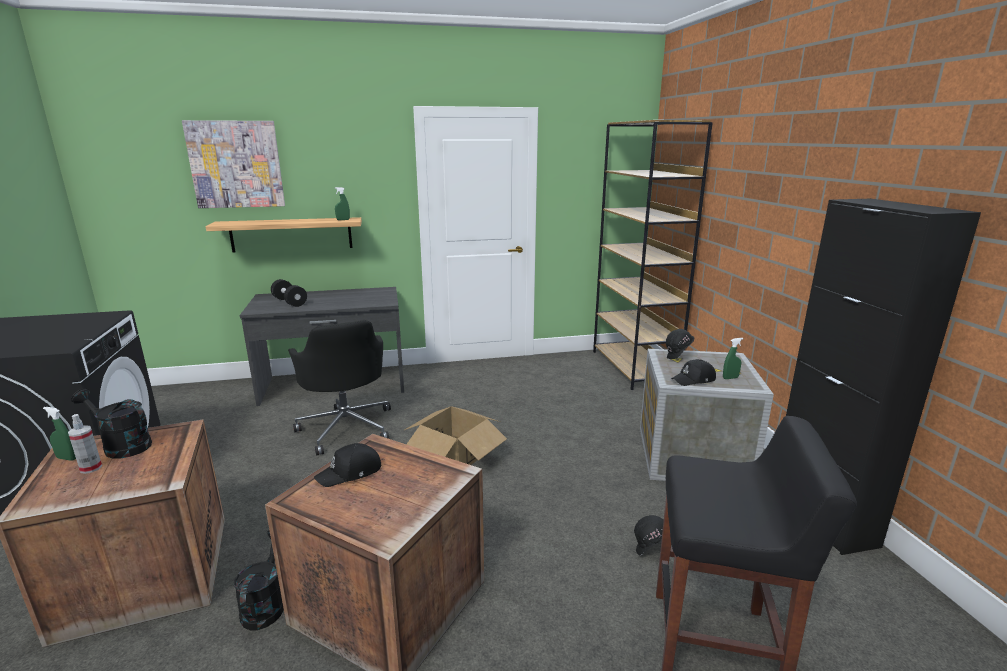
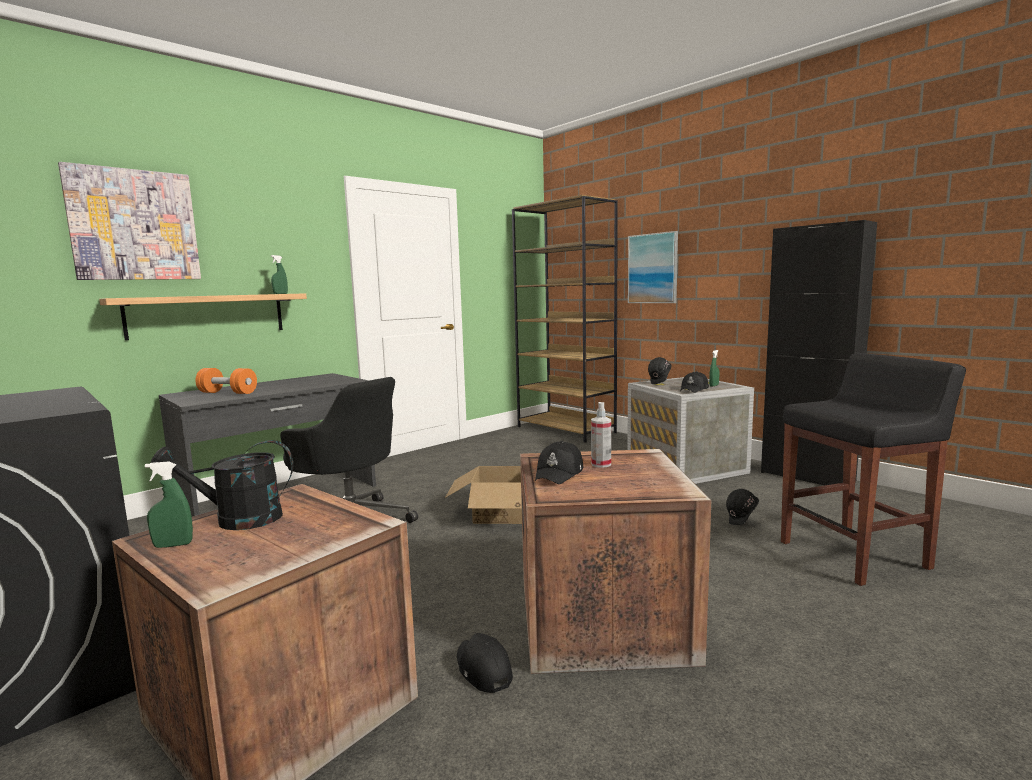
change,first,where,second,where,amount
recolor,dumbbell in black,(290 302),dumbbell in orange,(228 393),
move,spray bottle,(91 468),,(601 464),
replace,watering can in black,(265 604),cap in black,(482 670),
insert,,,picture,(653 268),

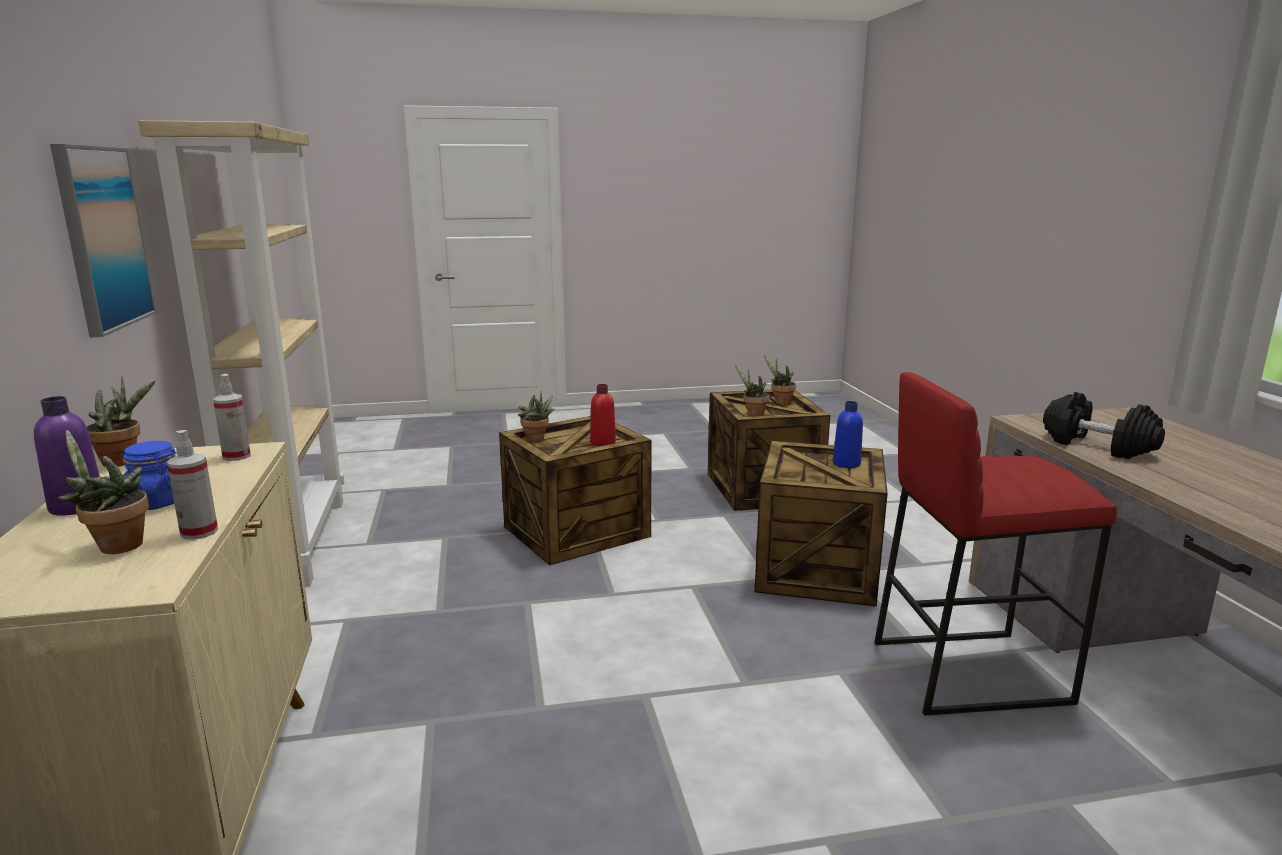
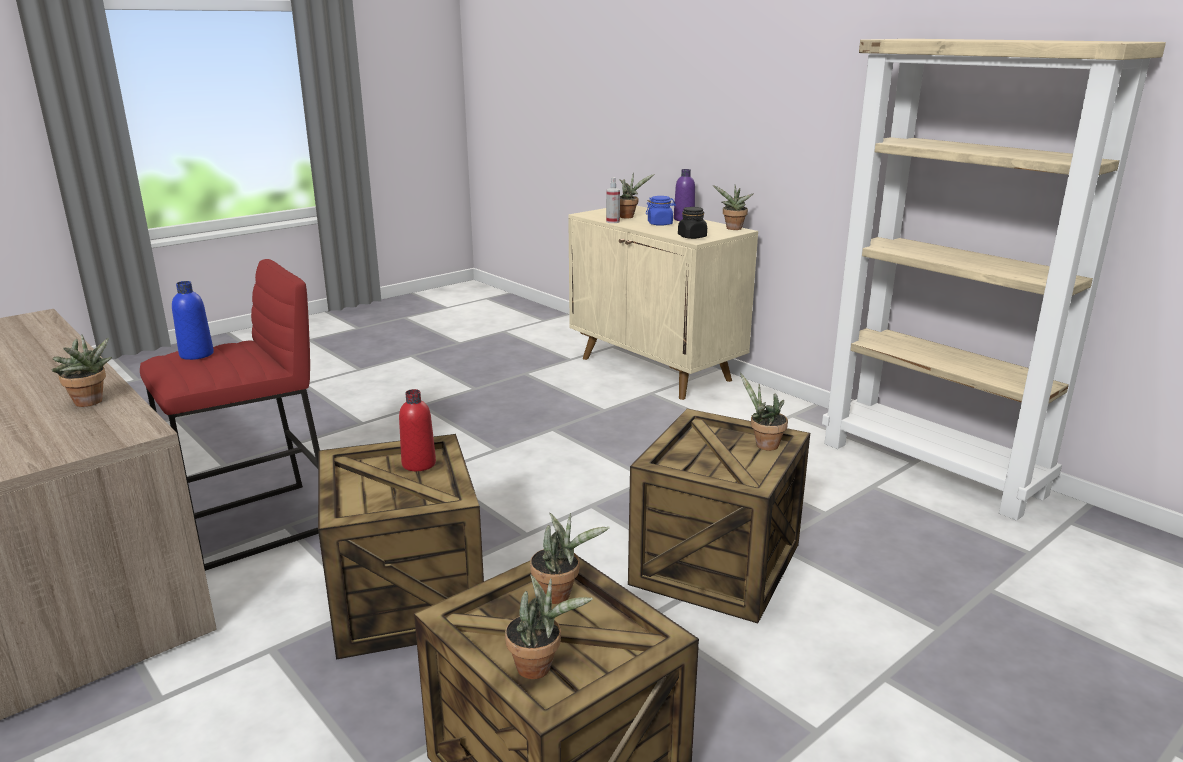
change,first,where,second,where,amount
delete,picture,(103 238),,,
replace,spray bottle,(236 456),jar in black,(692 237),
move,bottle in red,(603 442),,(419 464),
replace,dumbbell in black,(1097 446),potted plant,(90 403),
move,bottle in blue,(846 464),,(196 354),

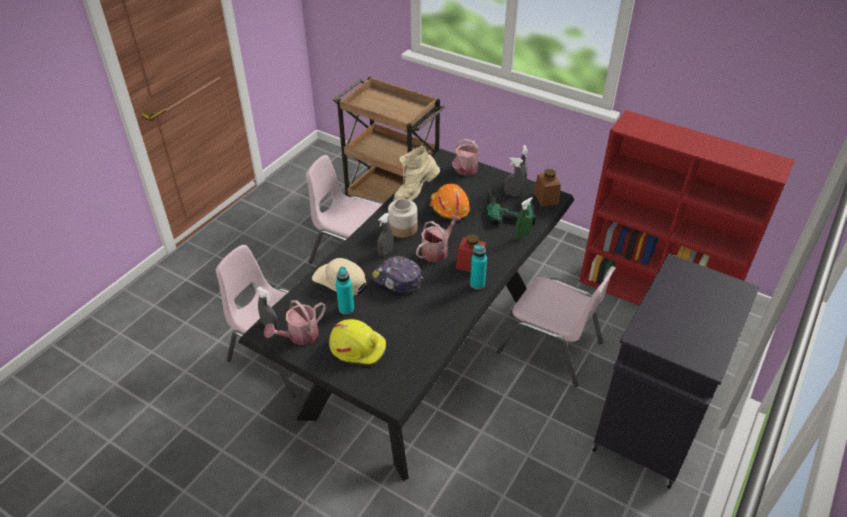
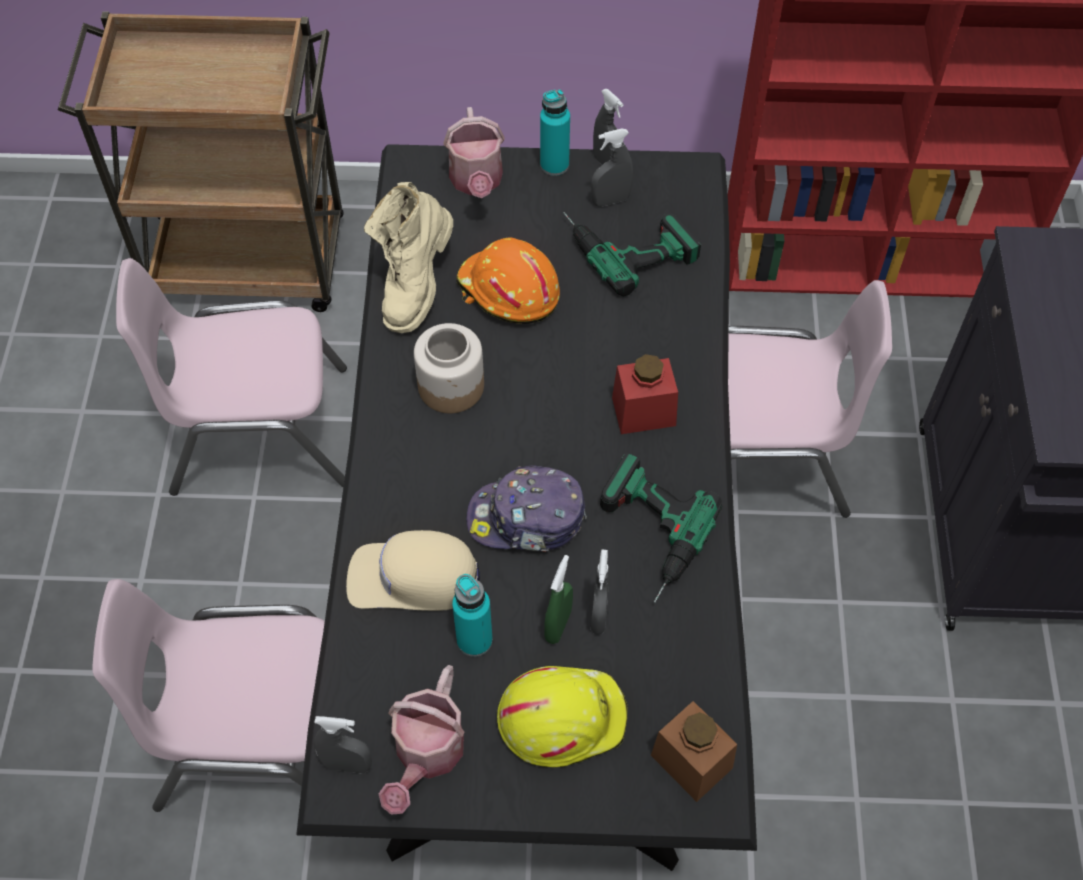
change,first,where,second,where,amount
move,jar in brown,(546 198),,(691 761),
move,spray bottle in green,(522 236),,(558 625),
move,spray bottle in grey,(385 251),,(599 615),
delete,watering can,(437 250),,,
move,bottle in turquoise,(477 284),,(554 165),
insert,,,power drill,(645 536),

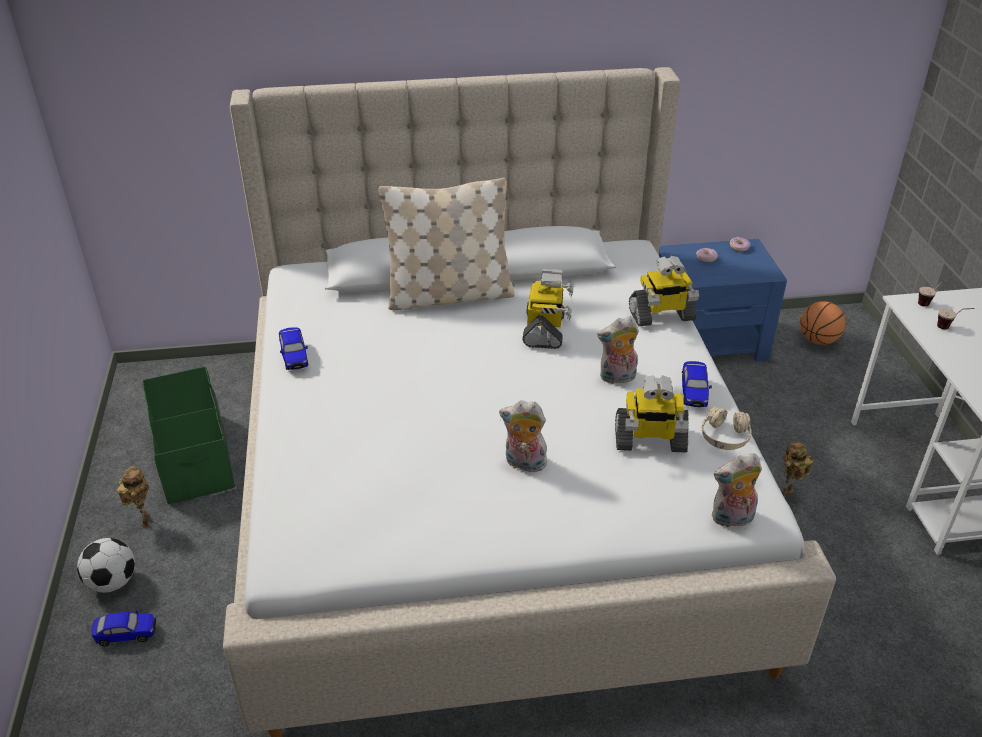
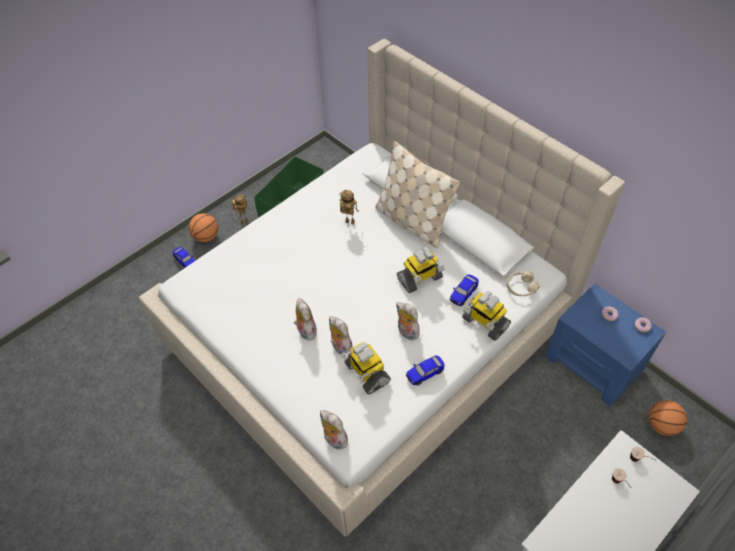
change,first,where,second,where,amount
move,toy car,(294 357),,(463 294),
move,headphones in beige,(724 437),,(521 287),
move,toy robot,(787 495),,(349 222),
replace,football,(112 582),basketball,(206 237),
insert,,,plush toy,(340 347),

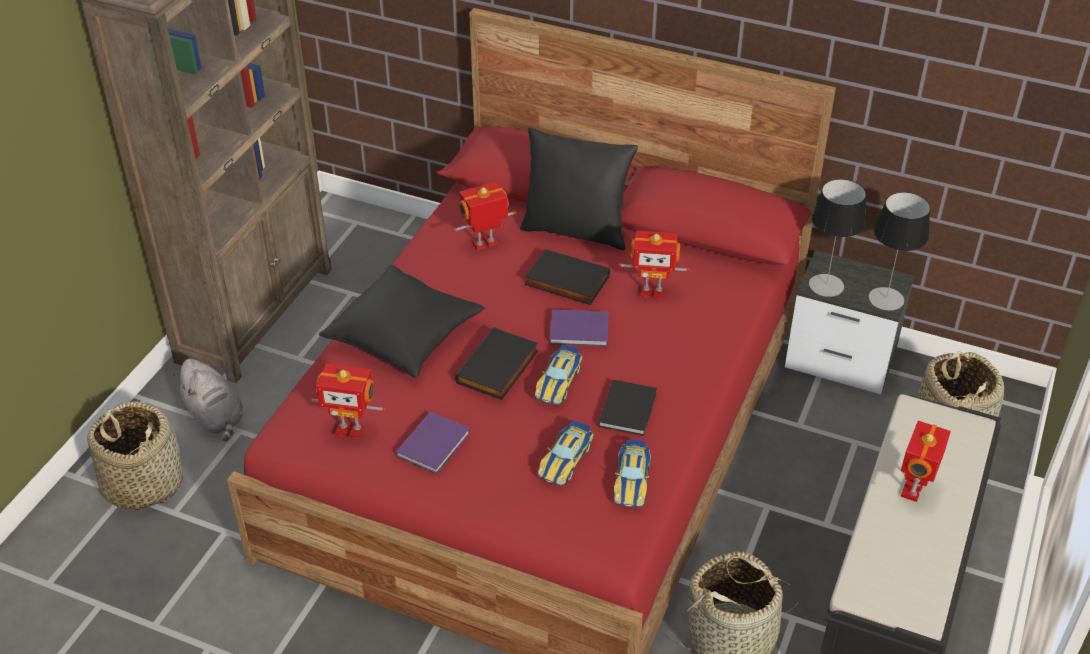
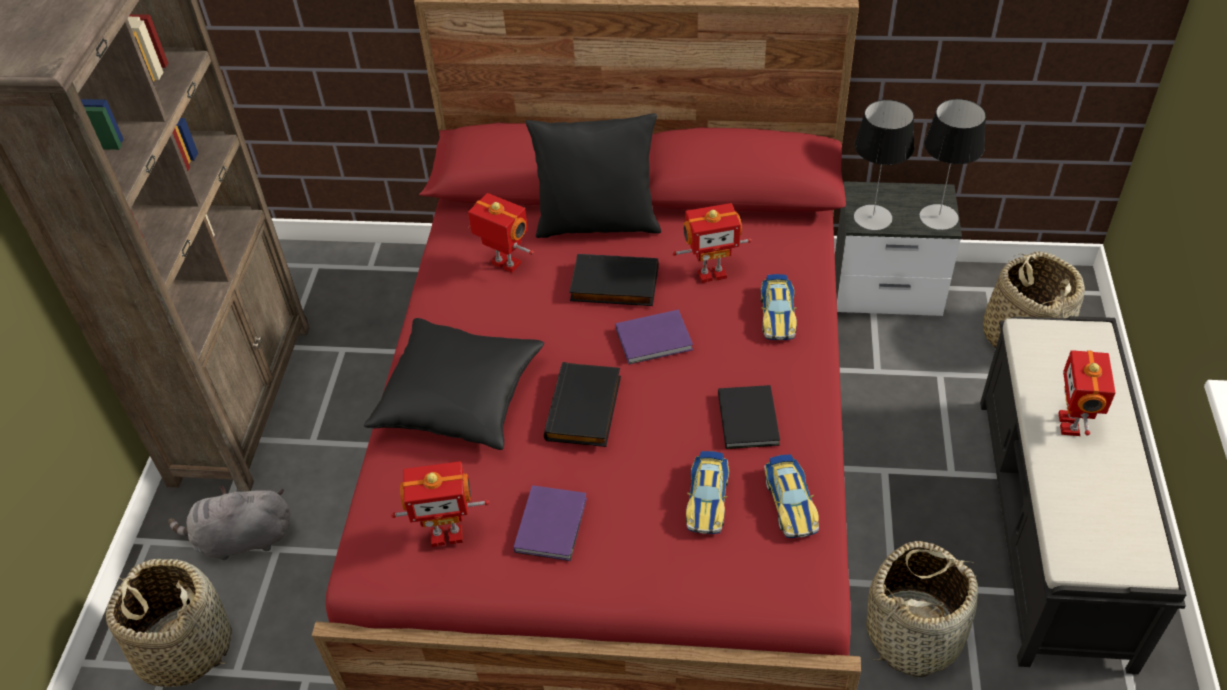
change,first,where,second,where,amount
rotate,toy robot,(485 244),,(505 264),75 degrees clockwise
move,toy car,(558 381),,(777 314),
rotate,plush toy in grey,(215 417),,(241 539),135 degrees clockwise

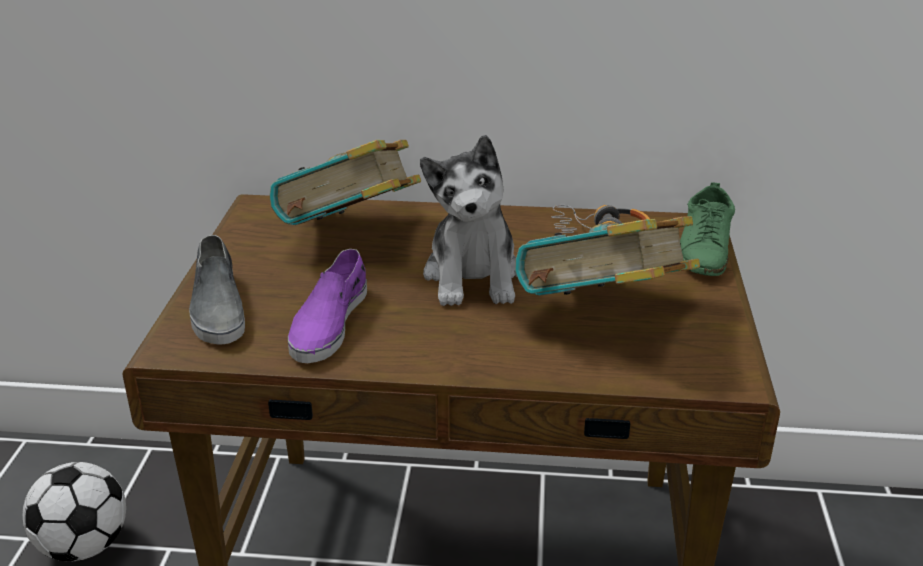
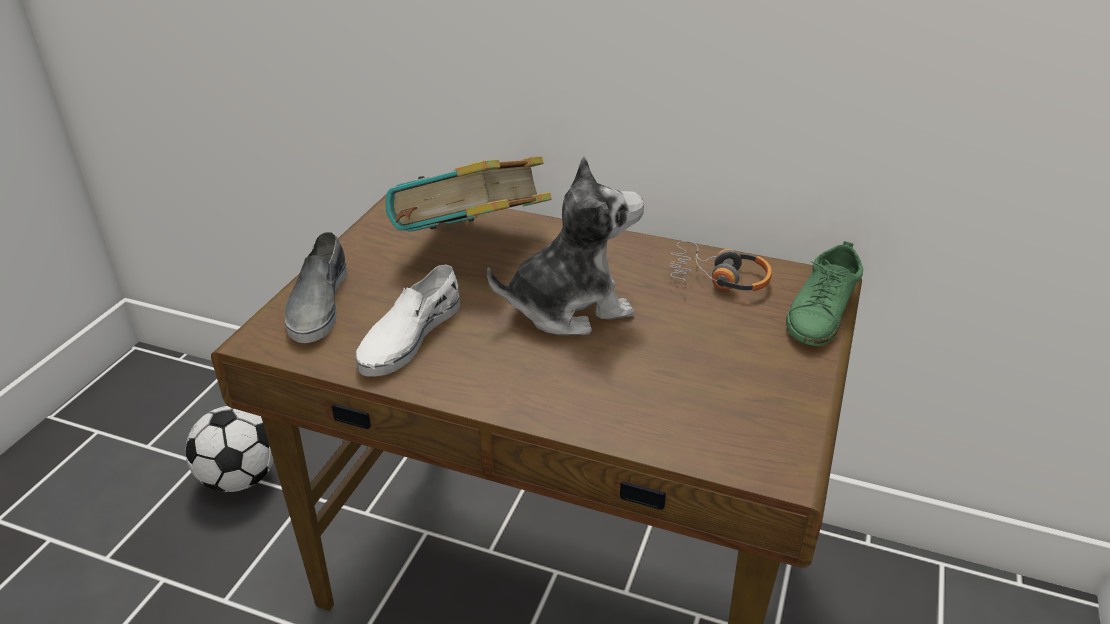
change,first,where,second,where,amount
rotate,plush toy,(473 276),,(569 307),120 degrees counterclockwise
delete,book,(604 316),,,
recolor,shoe in purple,(328 323),shoe in white,(409 336),

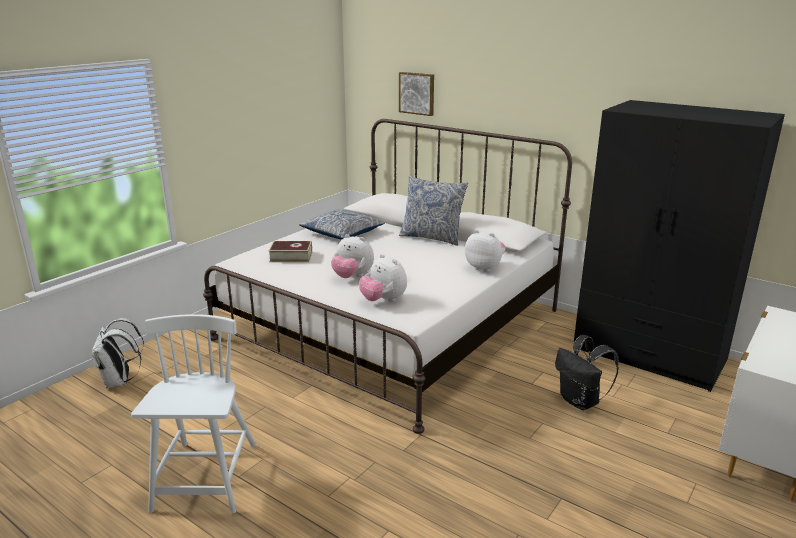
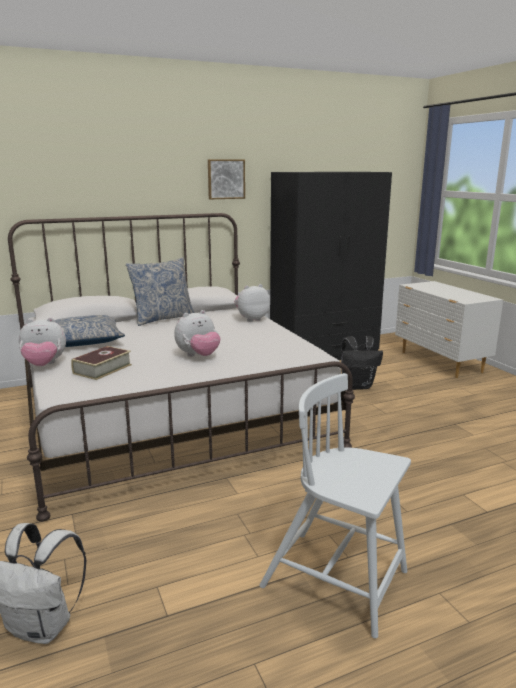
change,first,where,second,where,amount
move,picture,(417 93),,(225 179),
move,plush toy,(383 300),,(44 365),

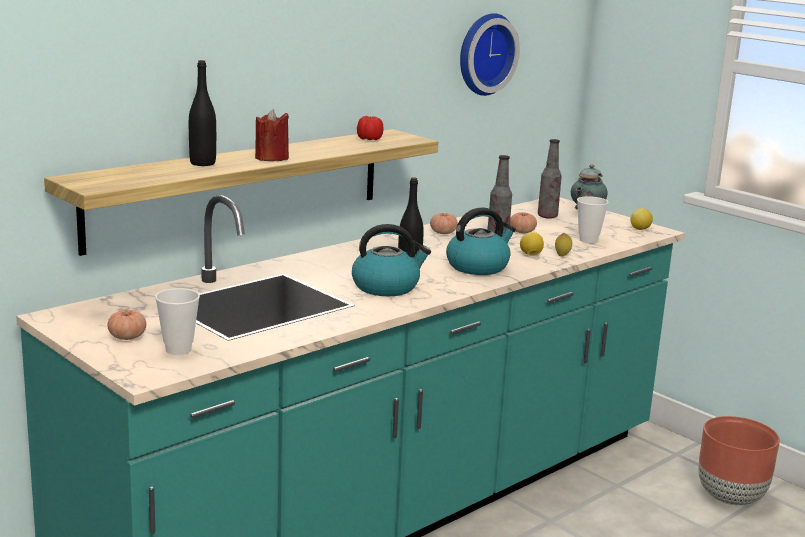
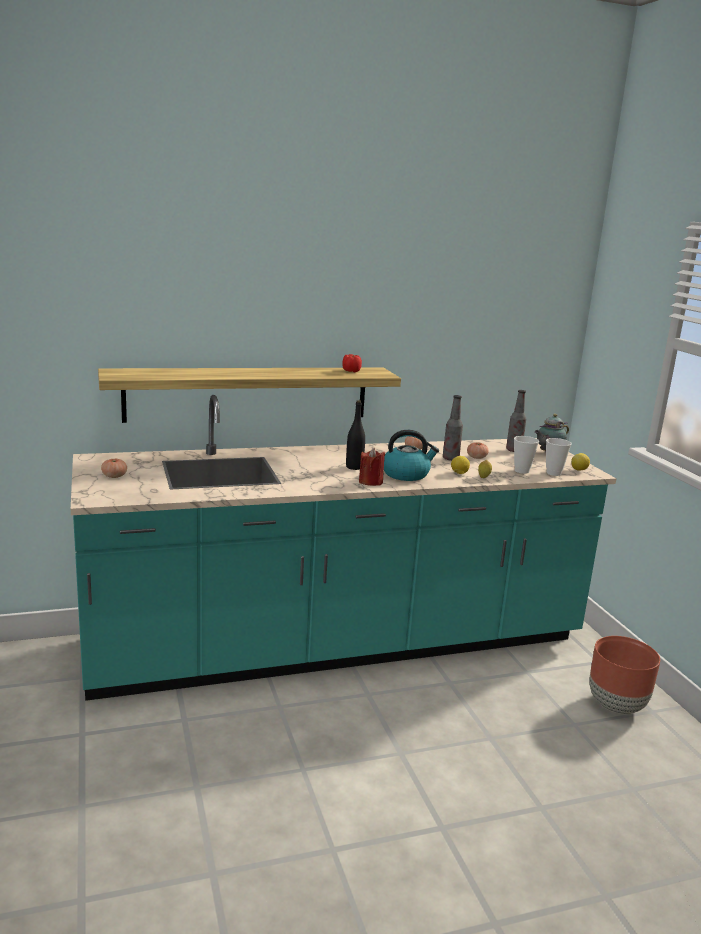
change,first,where,second,where,amount
delete,wall clock,(483 53),,,
delete,bottle in black,(202 163),,,
move,candle in red,(272 158),,(370 482),
delete,kettle,(386 287),,,
move,cup,(178 350),,(553 473),

